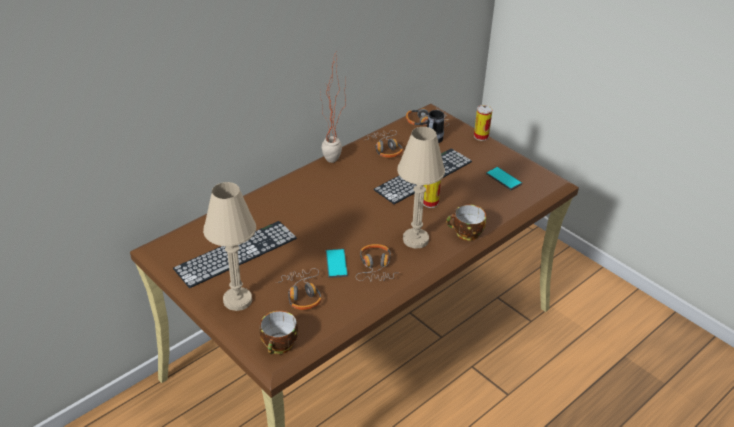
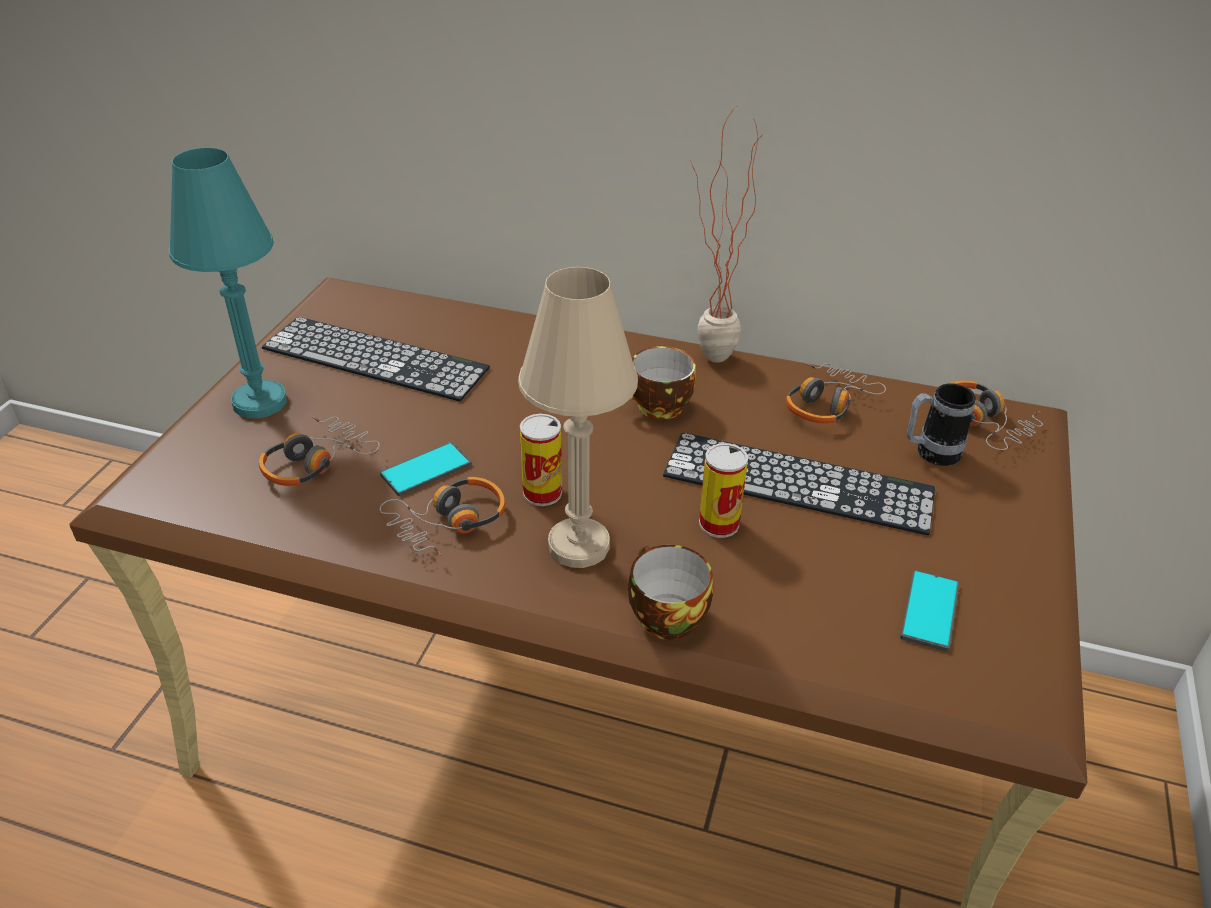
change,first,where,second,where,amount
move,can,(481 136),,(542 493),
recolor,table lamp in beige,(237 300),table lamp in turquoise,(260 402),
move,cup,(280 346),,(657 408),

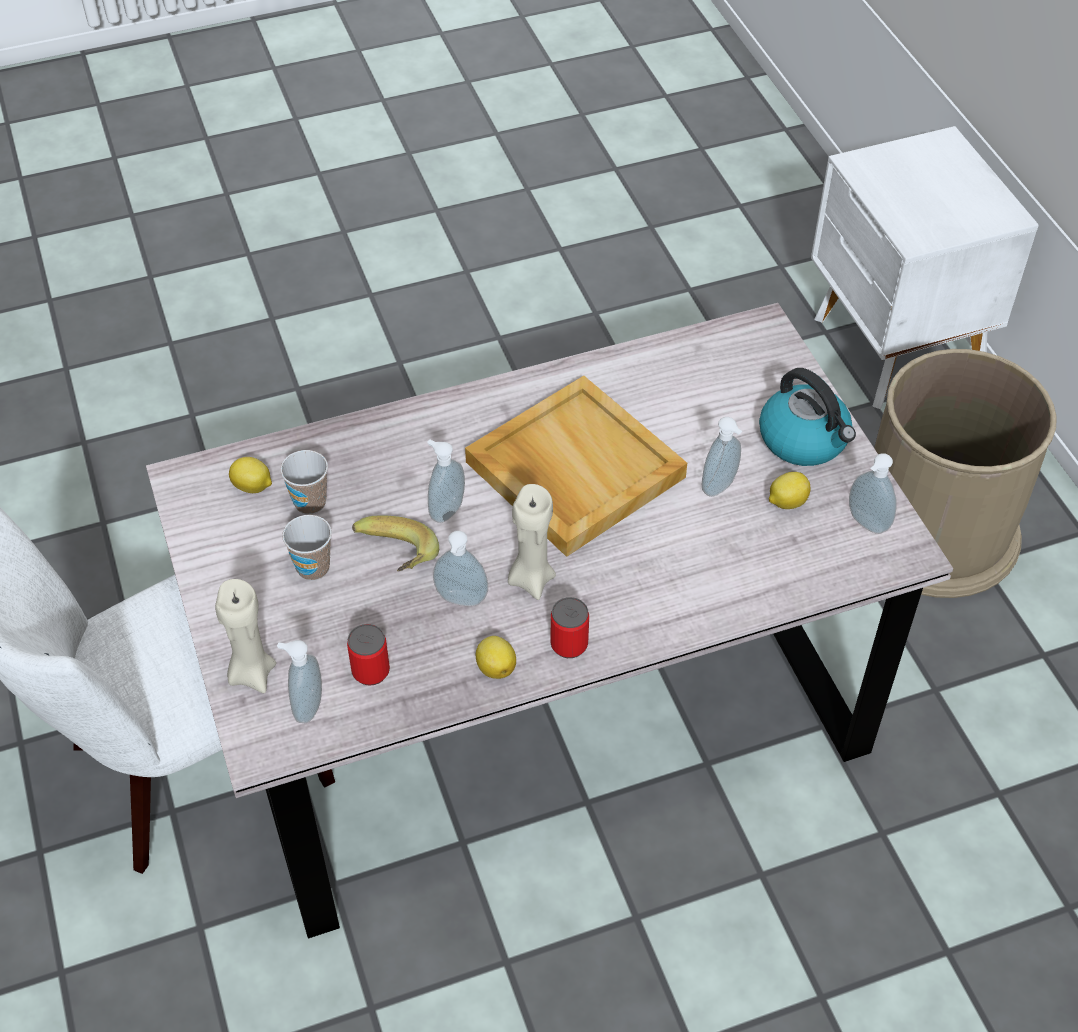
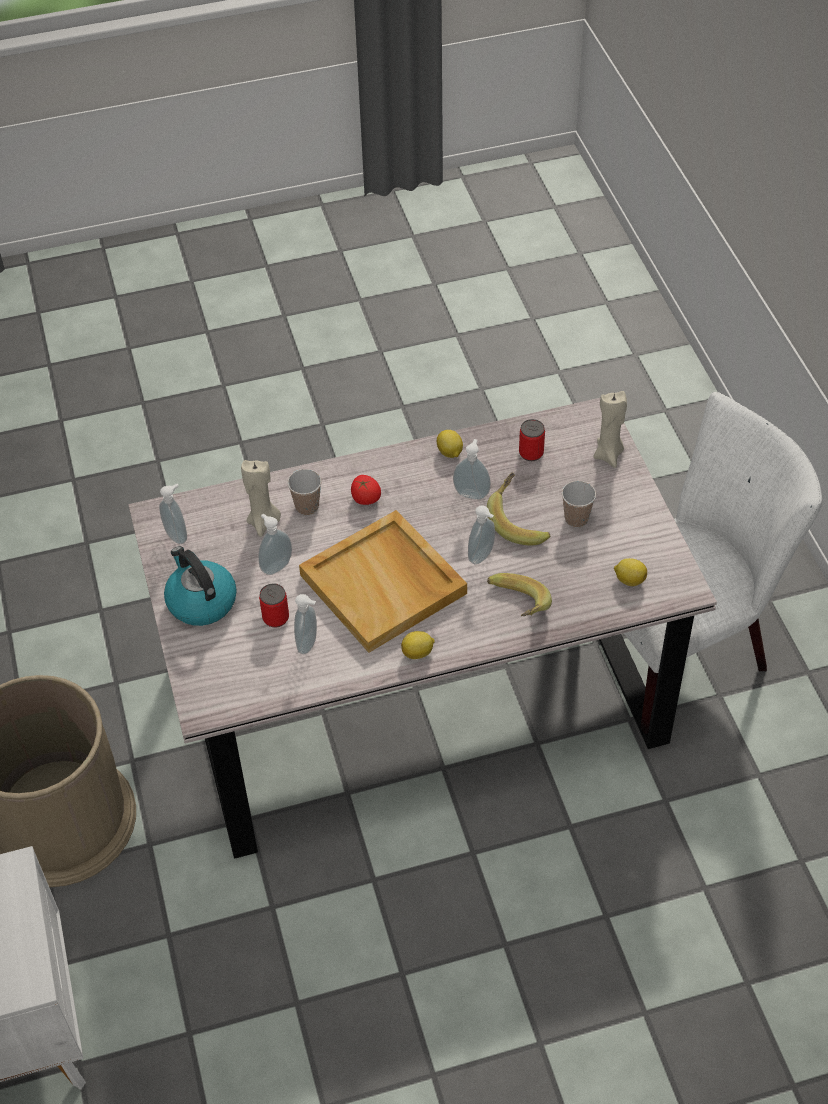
change,first,where,second,where,amount
move,cup,(310 502),,(307 507),
move,lemon,(786 502),,(418 653),
move,candle in beige,(531 579),,(264 522),
move,can,(569 644),,(275 618),
move,soap dispenser,(306 706),,(309 644),
insert,,,tomato,(365 498),
insert,,,banana,(516 608),

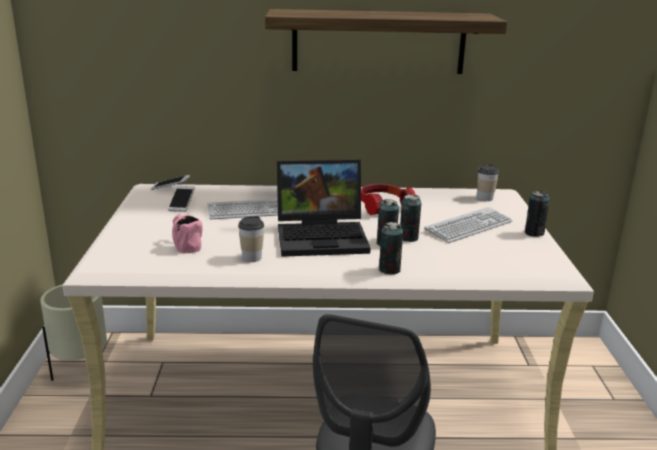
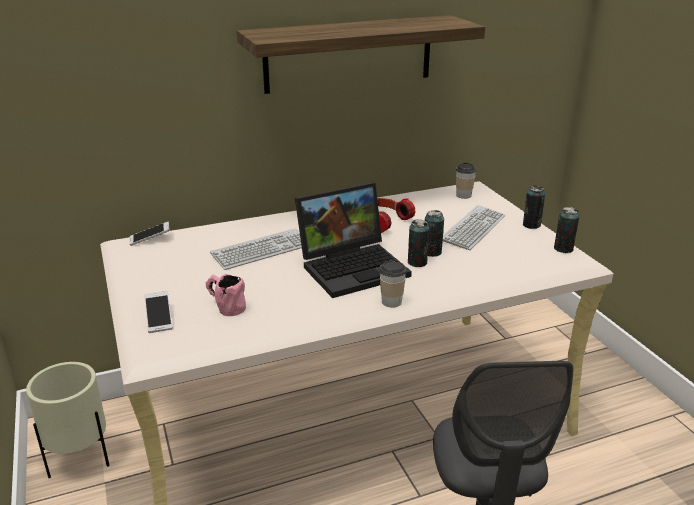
change,first,where,second,where,amount
move,phone,(182 204),,(159 318),
move,cup,(252 258),,(391 302),
move,can,(389 270),,(563 249),

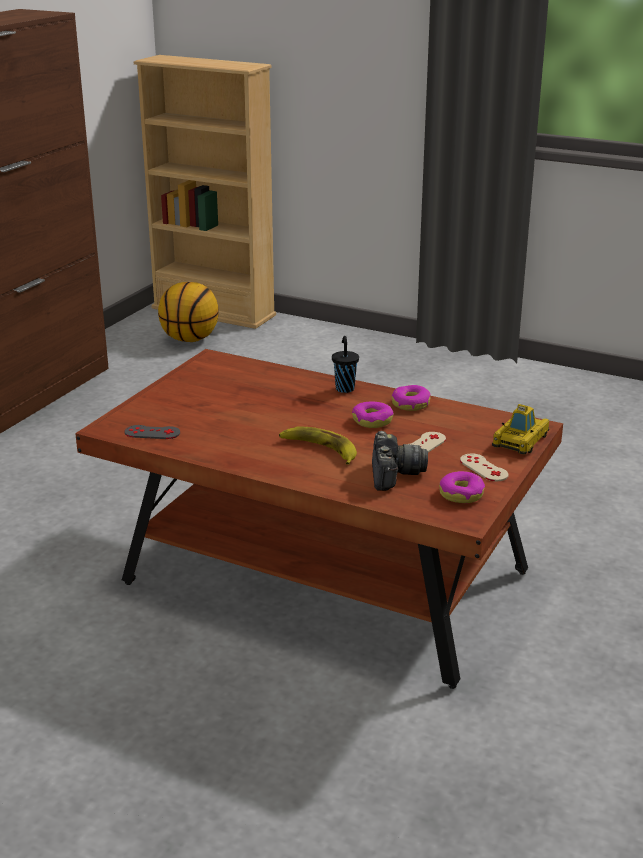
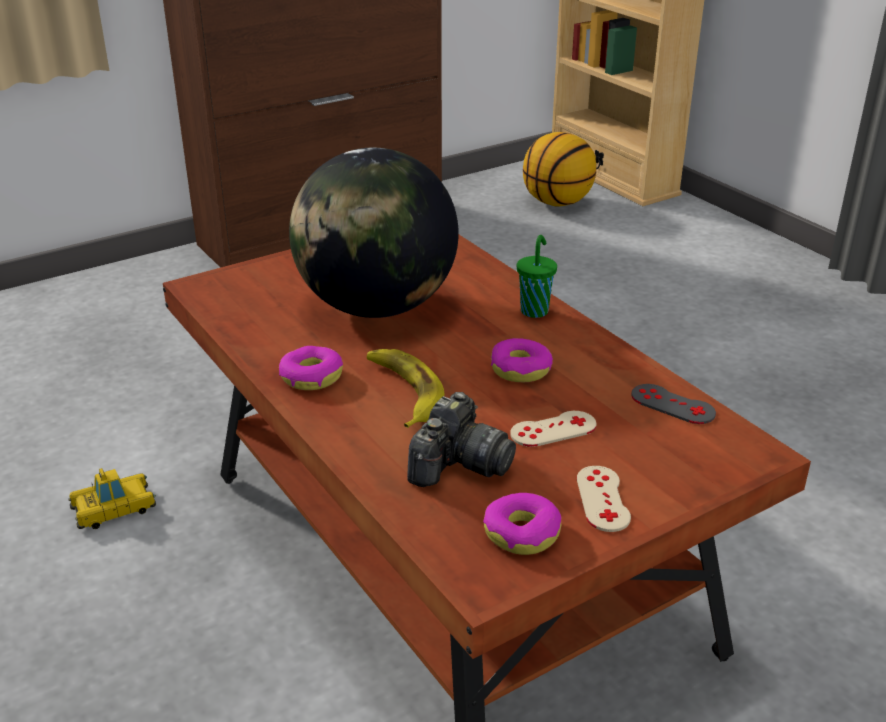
change,first,where,second,where,amount
recolor,cup in black,(344 388),cup in green,(535 310),
move,donut,(410 404),,(311 377),
move,toy car,(520 440),,(114 508),
move,game controller in grey,(152 432),,(672 404),
insert,,,globe,(376 307),

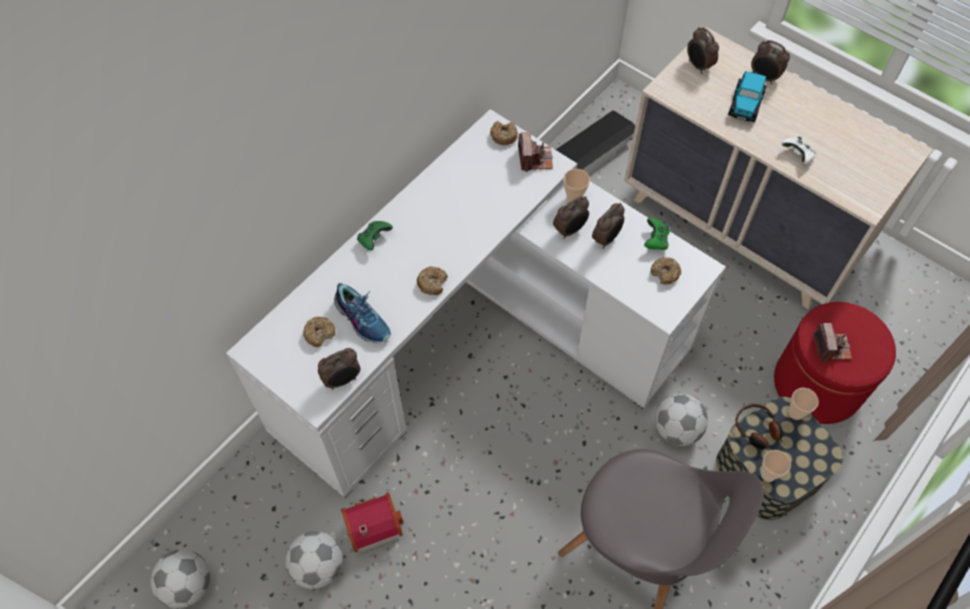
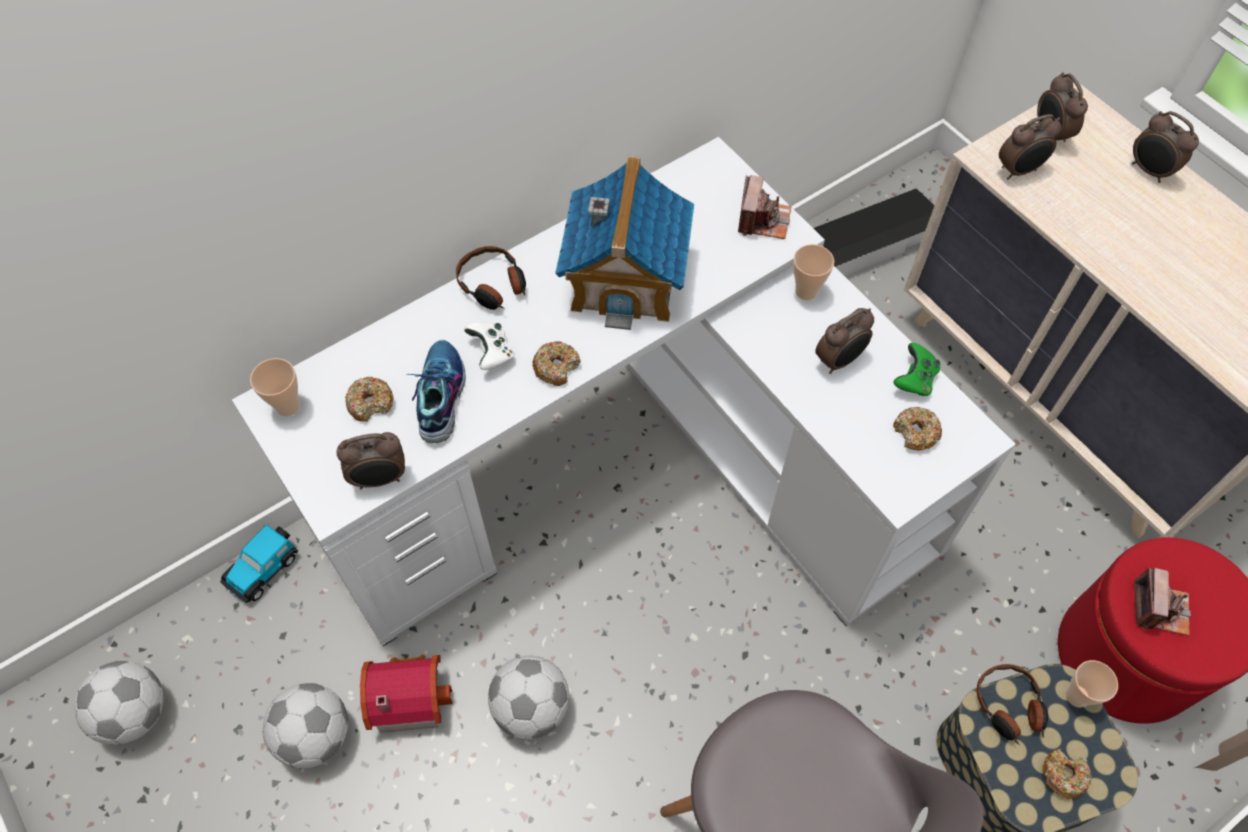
change,first,where,second,where,amount
move,toy car,(745 104),,(264 568),
move,donut,(503 136),,(1063 775),
move,game controller in white,(797 155),,(492 353),
move,alarm clock,(570 230),,(1019 171),
replace,game controller in green,(374 239),headphones,(493 285),
rotate,shoe,(363 319),,(439 396),150 degrees counterclockwise
move,football,(676 429),,(531 707),
move,cup,(768 474),,(287 406),
insert,,,toy house,(626 277),

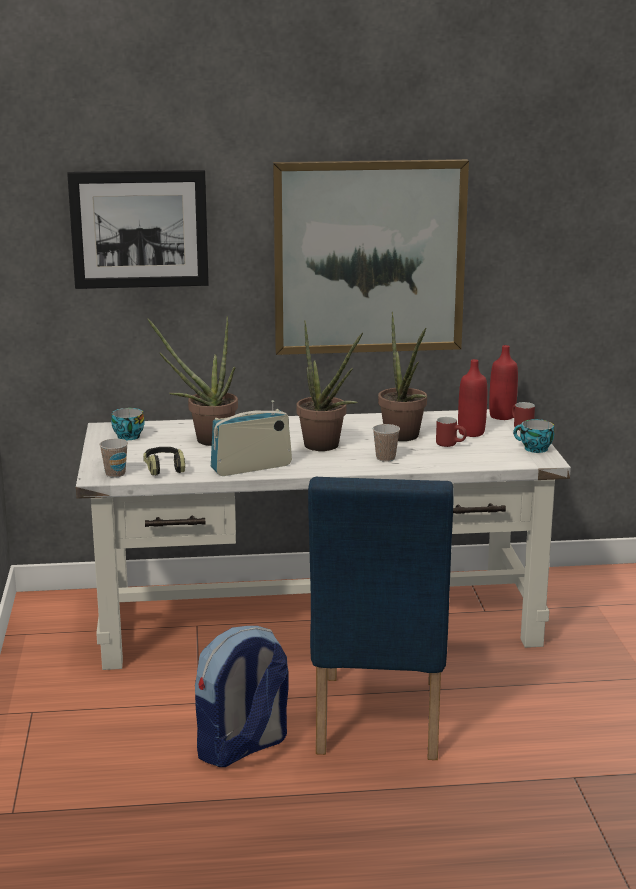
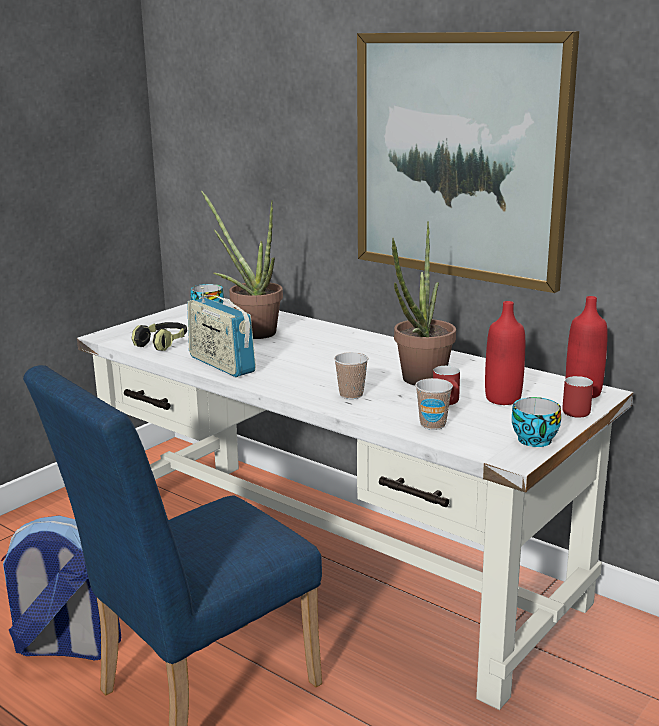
change,first,where,second,where,amount
delete,picture,(139 229),,,
delete,potted plant,(326 447),,,
rotate,radio,(251 468),,(221 364),150 degrees counterclockwise
move,cup,(115 474),,(433 424),

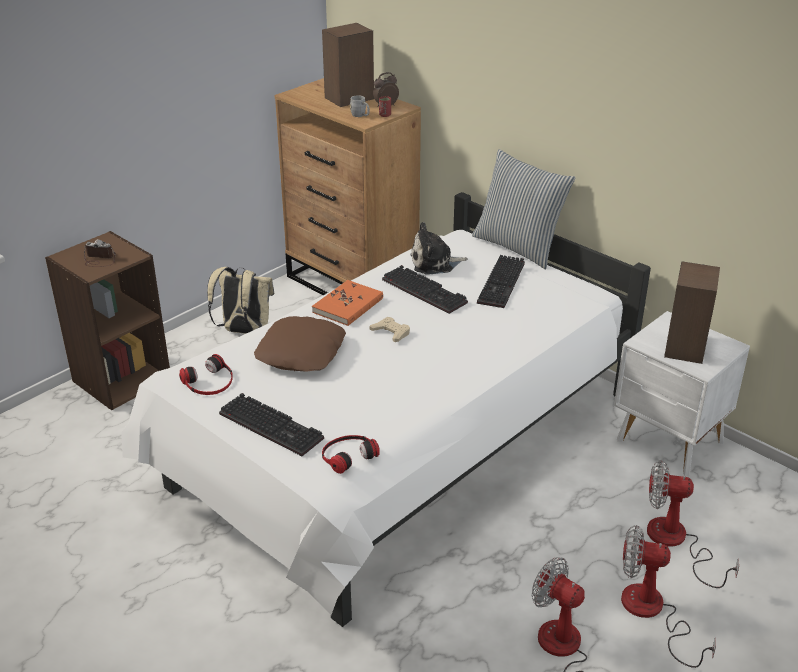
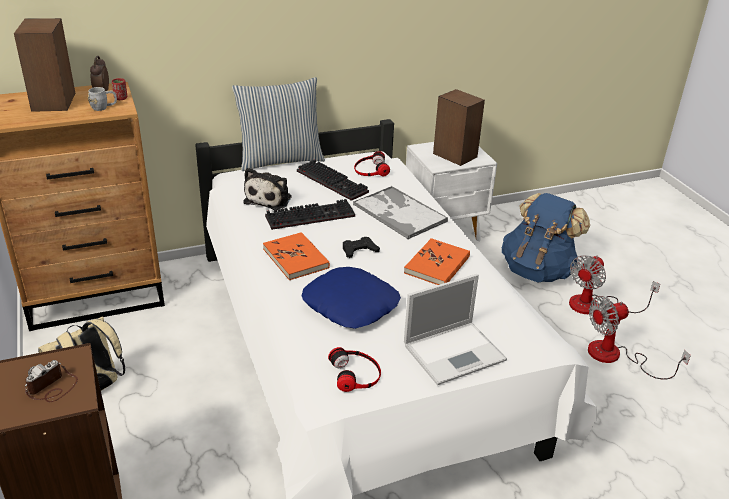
change,first,where,second,where,amount
recolor,pillow in brown,(302 353),pillow in blue,(351 305),
recolor,game controller in beige,(391 332),game controller in black,(359 250),
replace,keyboard,(274 426),laptop,(455 352),
move,headphones,(347 455),,(370 169),
replace,fan,(676 542),backpack in blue,(537 270),
insert,,,tray,(399 213),
insert,,,book in orange,(437 265),

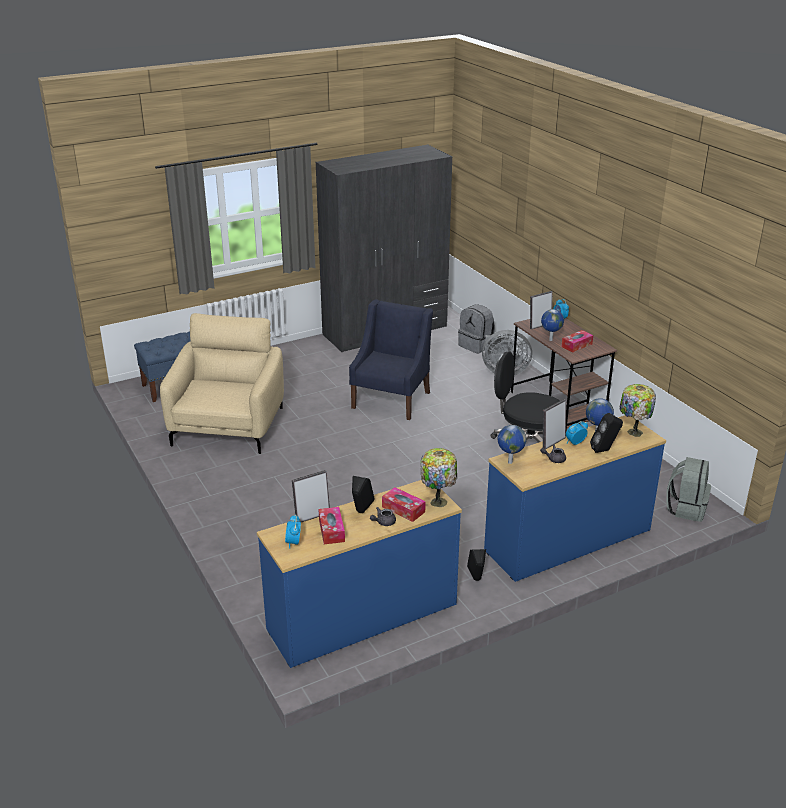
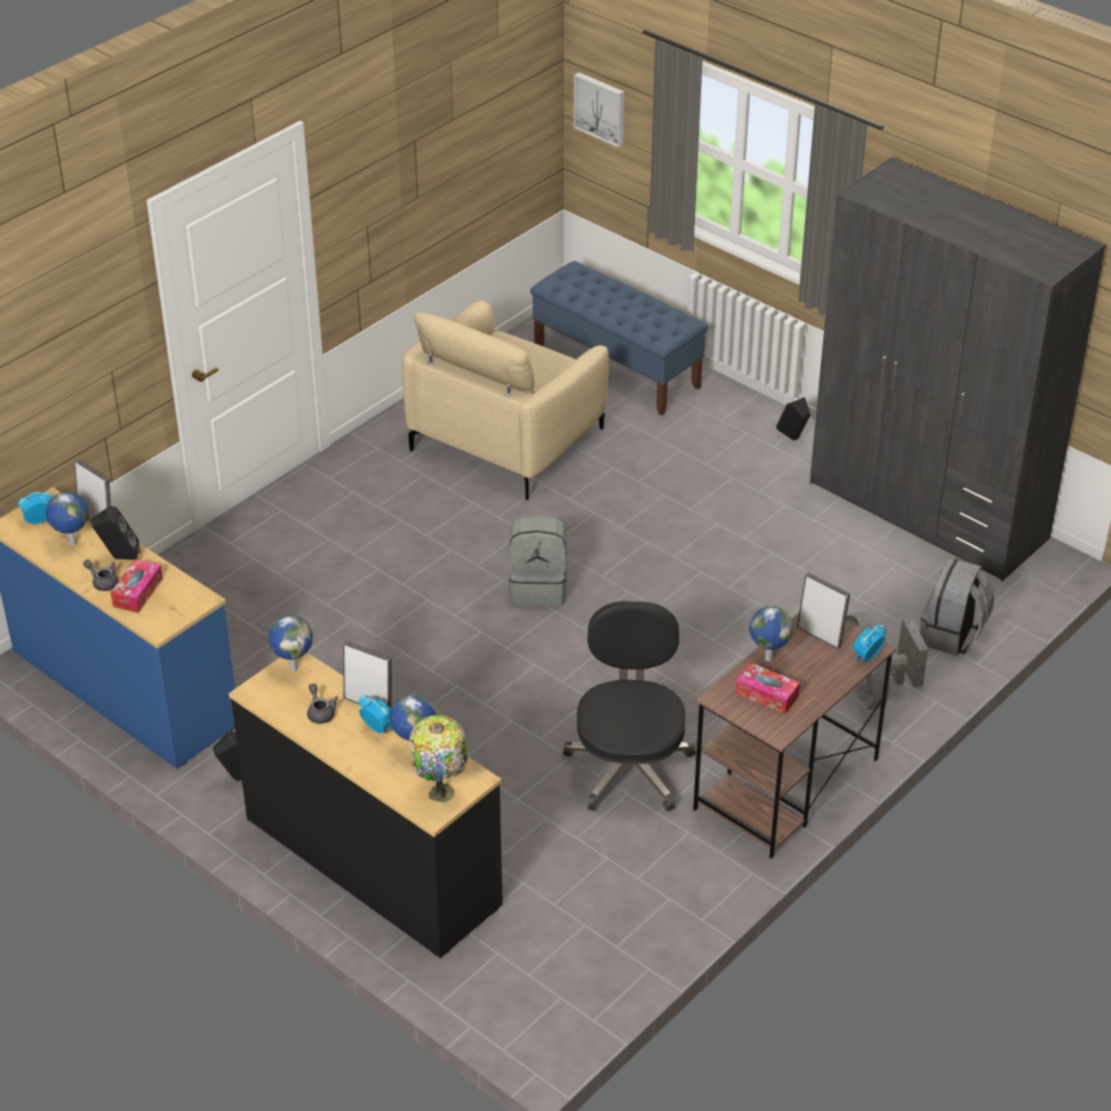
change,first,where,second,where,amount
delete,armchair in blue,(392 399),,,
rotate,armchair in beige,(228 427),,(507 438),135 degrees clockwise
move,speaker in black,(605 450),,(793 439),
recolor,dresser in blue,(568 541),dresser in black,(371 862),
delete,table lamp,(438 501),,,
move,backpack in grey,(686 508),,(538 588),
replace,tissue box,(331 530),globe,(72 544),
insert,,,picture,(601 108),

